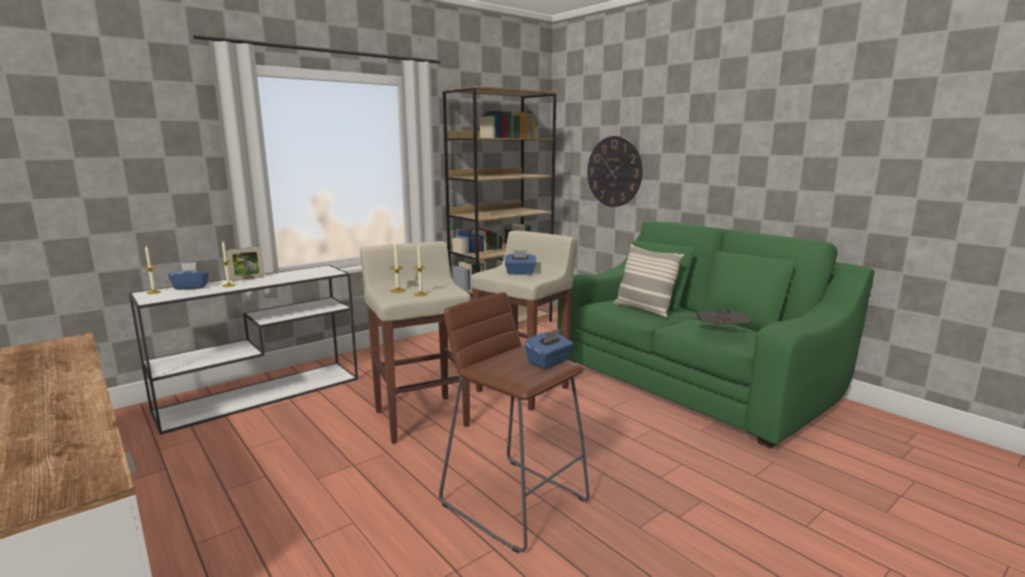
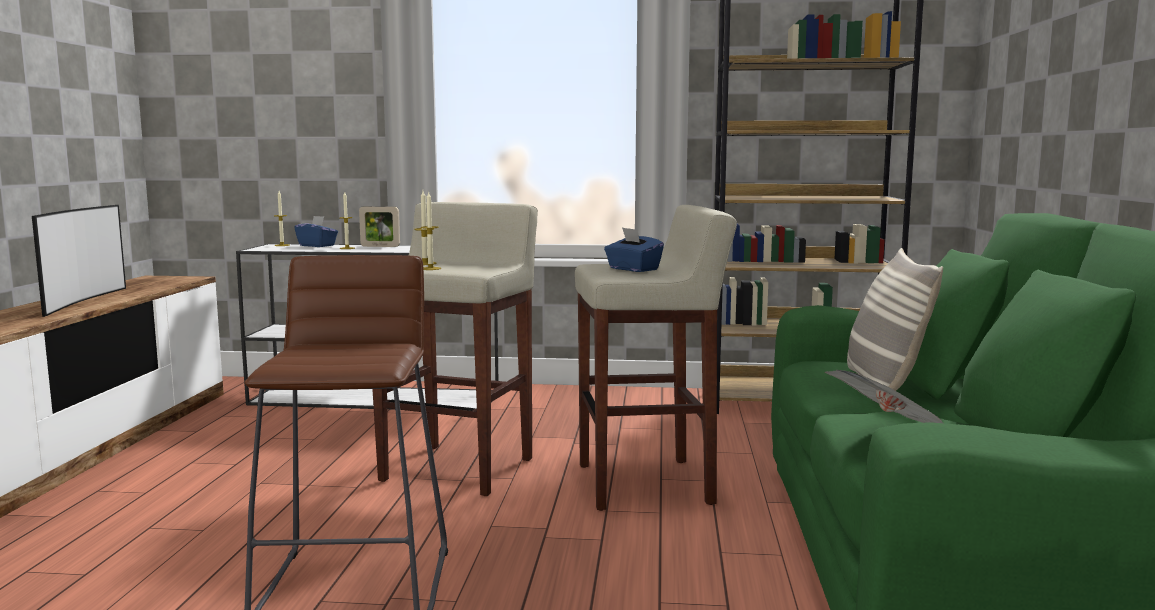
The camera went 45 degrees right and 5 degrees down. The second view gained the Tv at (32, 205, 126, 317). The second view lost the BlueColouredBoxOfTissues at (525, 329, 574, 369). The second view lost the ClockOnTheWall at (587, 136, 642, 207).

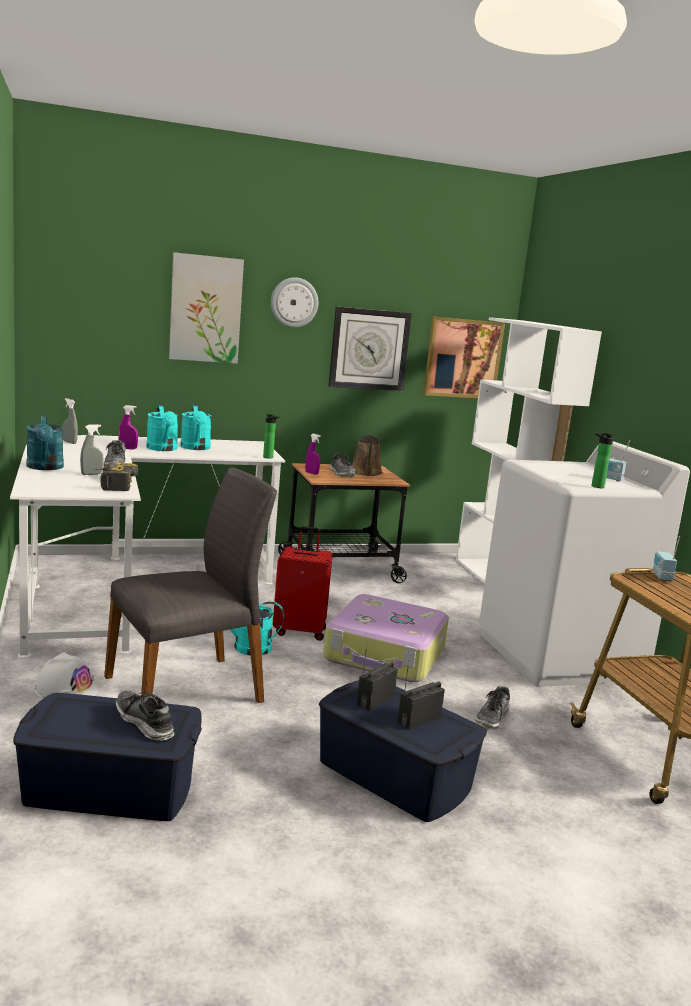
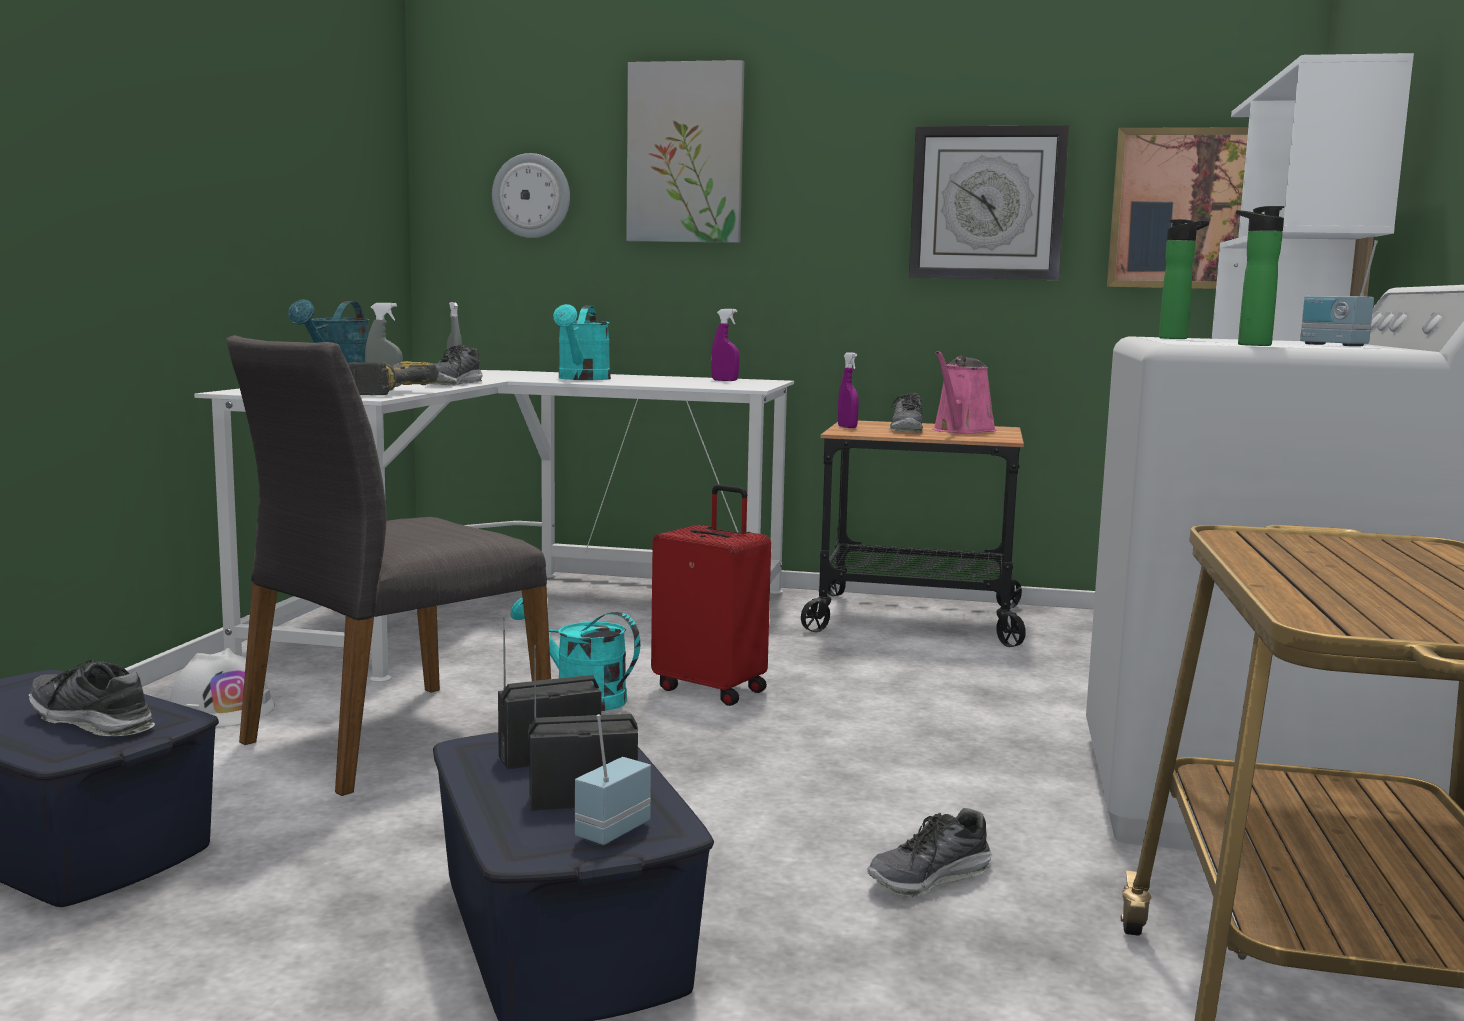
The camera went 30 degrees right and 5 degrees down. The ItemOfFootwear at (116, 691, 174, 741) ended up facing another way, 45 degrees counterclockwise from before. The GreyishPlainChair at (104, 468, 277, 703) ended up facing another way, 135 degrees clockwise from before. The ClockOnTheWall ended up elsewhere, having gone from (271, 277, 318, 328) to (492, 153, 570, 238). The Radio ended up elsewhere, having gone from (653, 536, 680, 581) to (575, 714, 651, 846). The PurpleSprayBottle ended up elsewhere, having gone from (119, 405, 138, 449) to (711, 309, 740, 381). What was the BrownColouredWateringCan at (352, 435, 383, 476) turned into the PinkColouredWateringCan at (933, 351, 997, 433). The DrinkBottle ended up elsewhere, having gone from (263, 414, 281, 459) to (1159, 219, 1209, 339). The second view lost the TurquoiseColouredWateringCan at (180, 403, 212, 450). The second view lost the Suitcase at (323, 594, 449, 682).

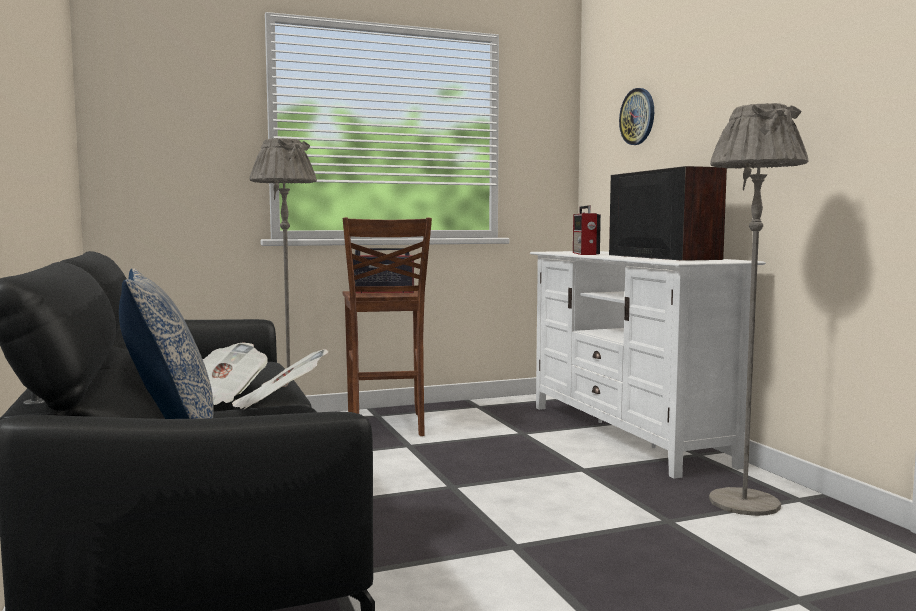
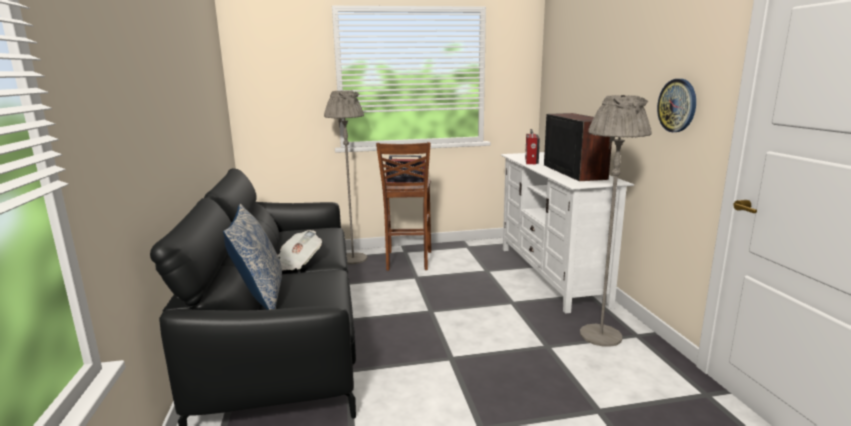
The camera went 10 degrees right and 10 degrees up. The ClockOnTheWall ended up elsewhere, having gone from (619, 88, 654, 145) to (657, 79, 696, 132). The second view lost the DailyPaper at (232, 349, 328, 409).

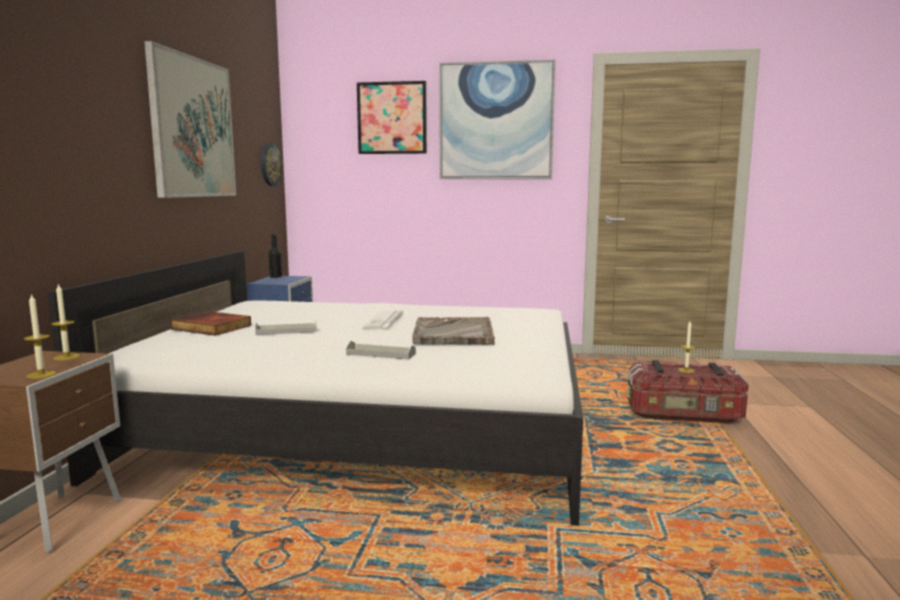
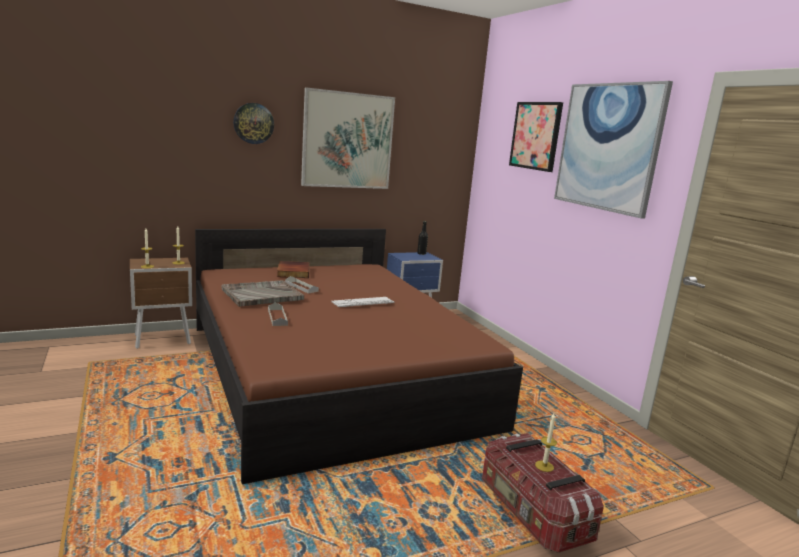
The camera went 55 degrees right and 5 degrees up. What was the WhiteSleepingBed at (48, 251, 583, 526) turned into the BrownColouredSleepingBed at (195, 229, 523, 484). The GreyishServingTray ended up elsewhere, having gone from (412, 317, 495, 345) to (222, 280, 304, 307). The ClockOnTheWall ended up elsewhere, having gone from (261, 143, 282, 186) to (233, 103, 274, 144).

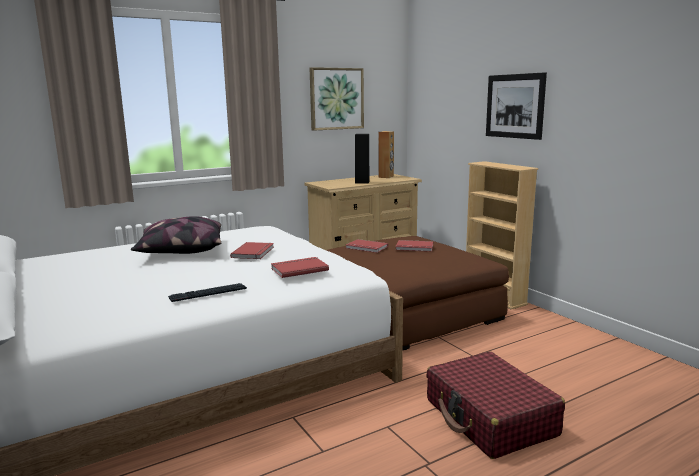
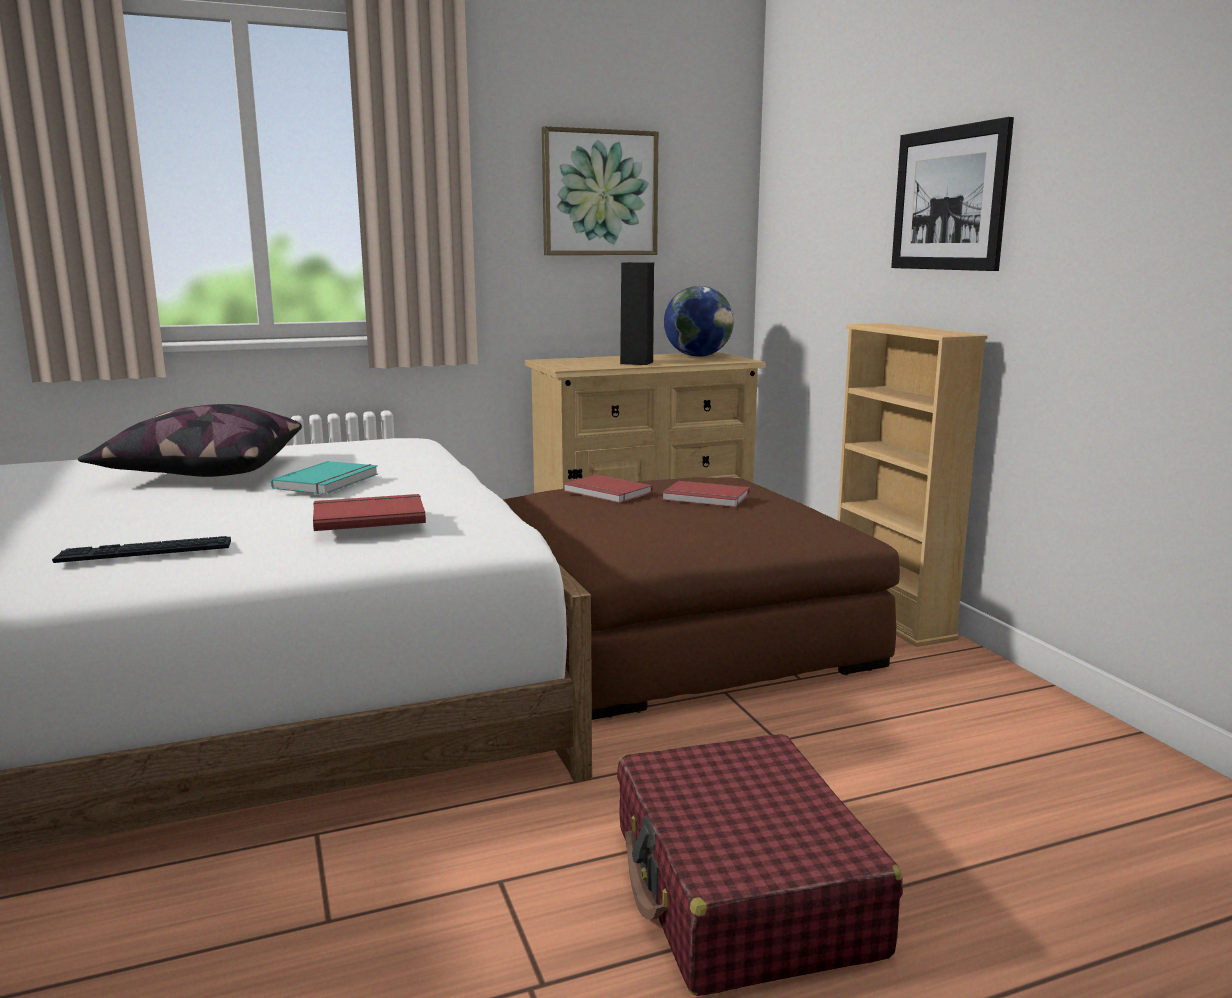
The camera went 10 degrees right and 0 degrees up. What was the ReddishBoundBook at (230, 242, 274, 259) turned into the TurquoiseColouredBoundBook at (271, 461, 378, 494). Where the BrownColouredSpeaker stood at (378, 131, 394, 178), the WorldGlobe came to stand at (664, 286, 734, 357).

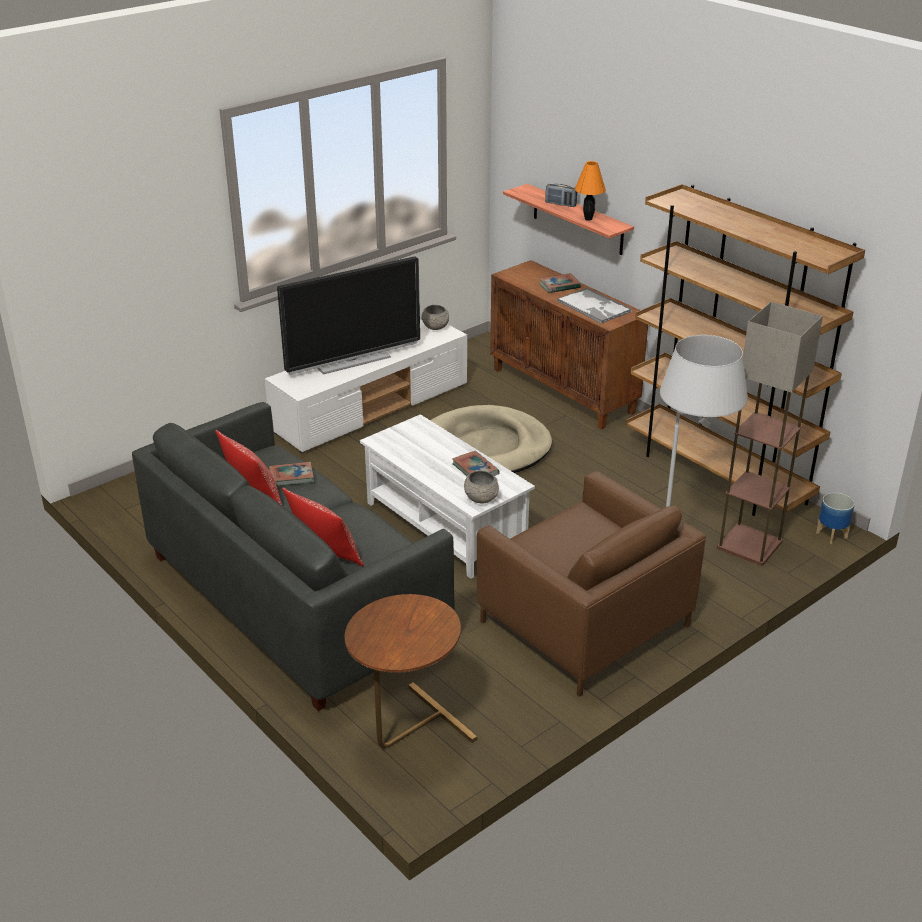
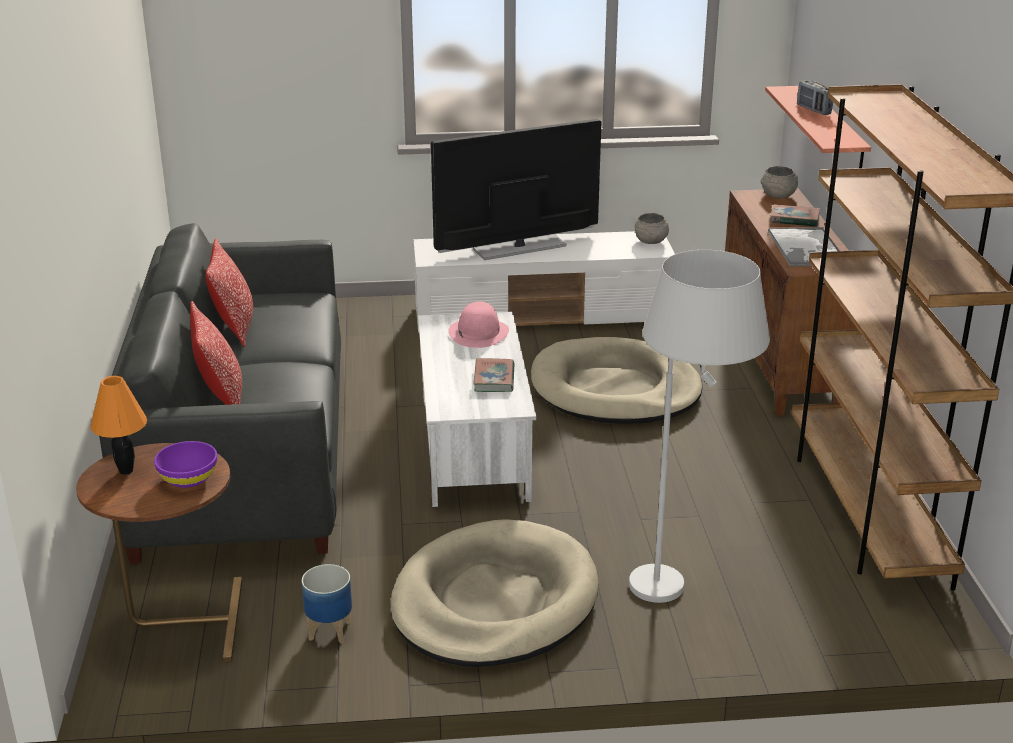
The camera went 35 degrees right and 5 degrees down. The OrangeLampForATable ended up elsewhere, having gone from (575, 161, 606, 221) to (90, 376, 147, 475). The second view gained the PurpleDeepDish at (154, 441, 217, 488). The PlantPot ended up elsewhere, having gone from (816, 492, 855, 544) to (302, 564, 352, 643). Where the BrownColouredArmchair stood at (477, 471, 706, 697), the SandColouredDogBed came to stand at (390, 519, 598, 667). The Tv at (277, 256, 420, 375) ended up facing another way, 150 degrees clockwise from before. The second view gained the PinkColouredWearableHat at (448, 301, 509, 348). The GreyishDeepDish ended up elsewhere, having gone from (464, 471, 499, 504) to (761, 166, 798, 199). The second view lost the BoundBook at (269, 462, 314, 486). The second view lost the StandardLamp at (717, 302, 823, 566).

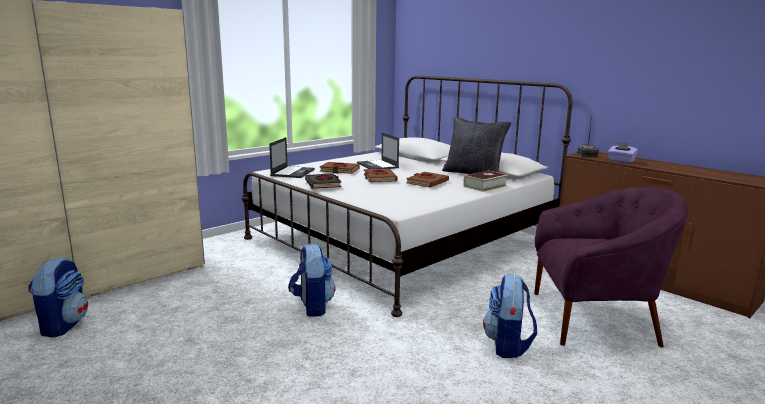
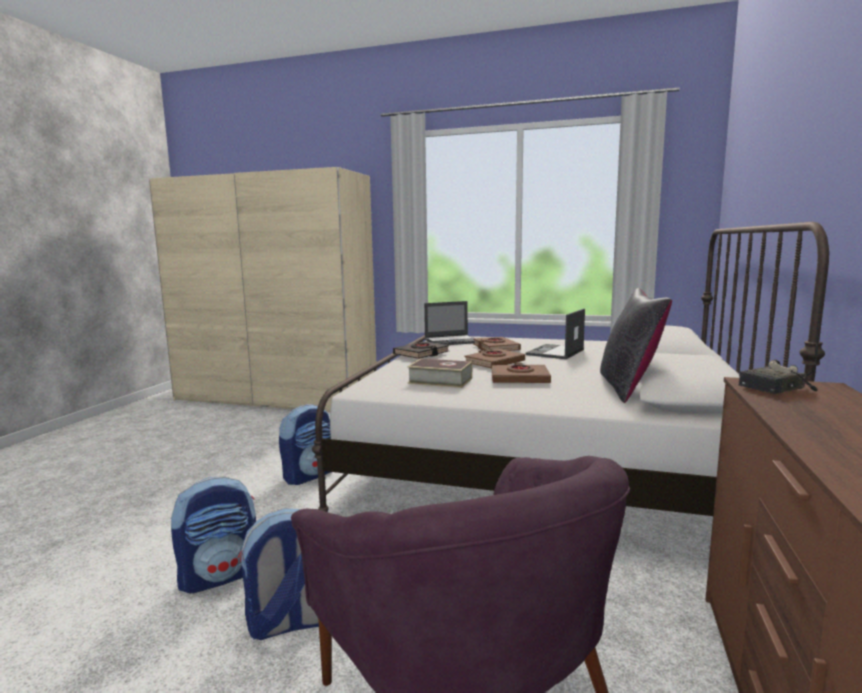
The camera went 60 degrees right and 5 degrees down. The Backpack ended up elsewhere, having gone from (28, 257, 88, 338) to (171, 476, 256, 593). The BoundBook ended up elsewhere, having gone from (463, 170, 508, 192) to (407, 358, 472, 388). The second view lost the PurpleBoxOfTissues at (608, 142, 638, 163).

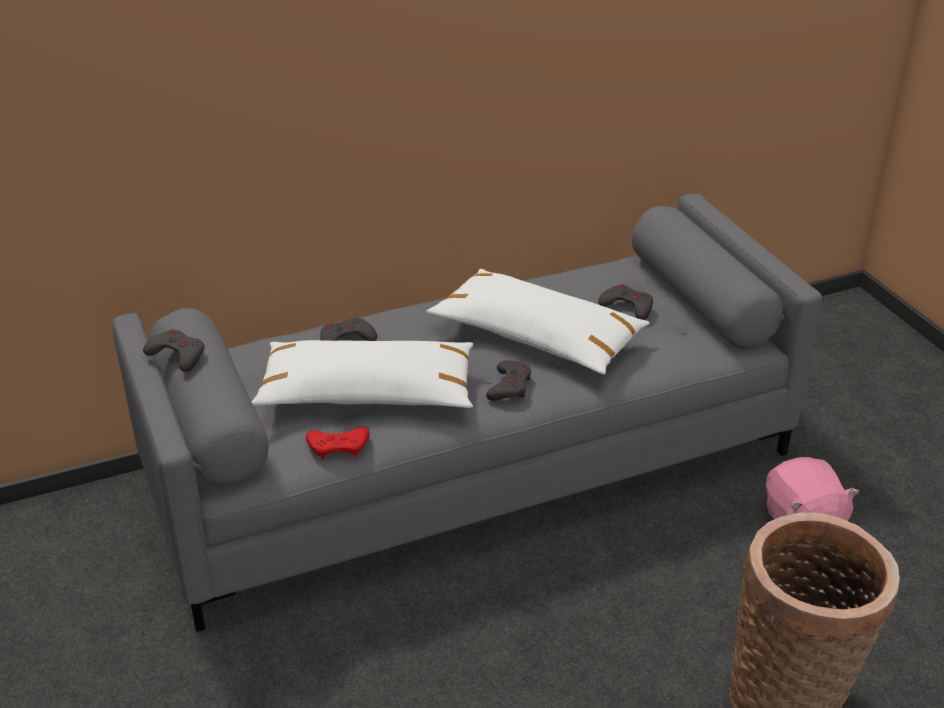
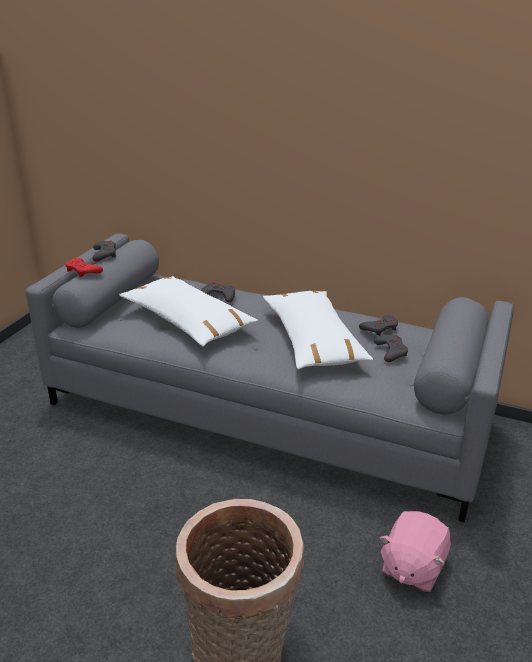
The camera went 45 degrees right and 5 degrees down. The ReddishGameController ended up elsewhere, having gone from (306, 427, 370, 460) to (65, 258, 103, 277). The GreyishGameController ended up elsewhere, having gone from (486, 360, 531, 401) to (359, 315, 398, 336).

